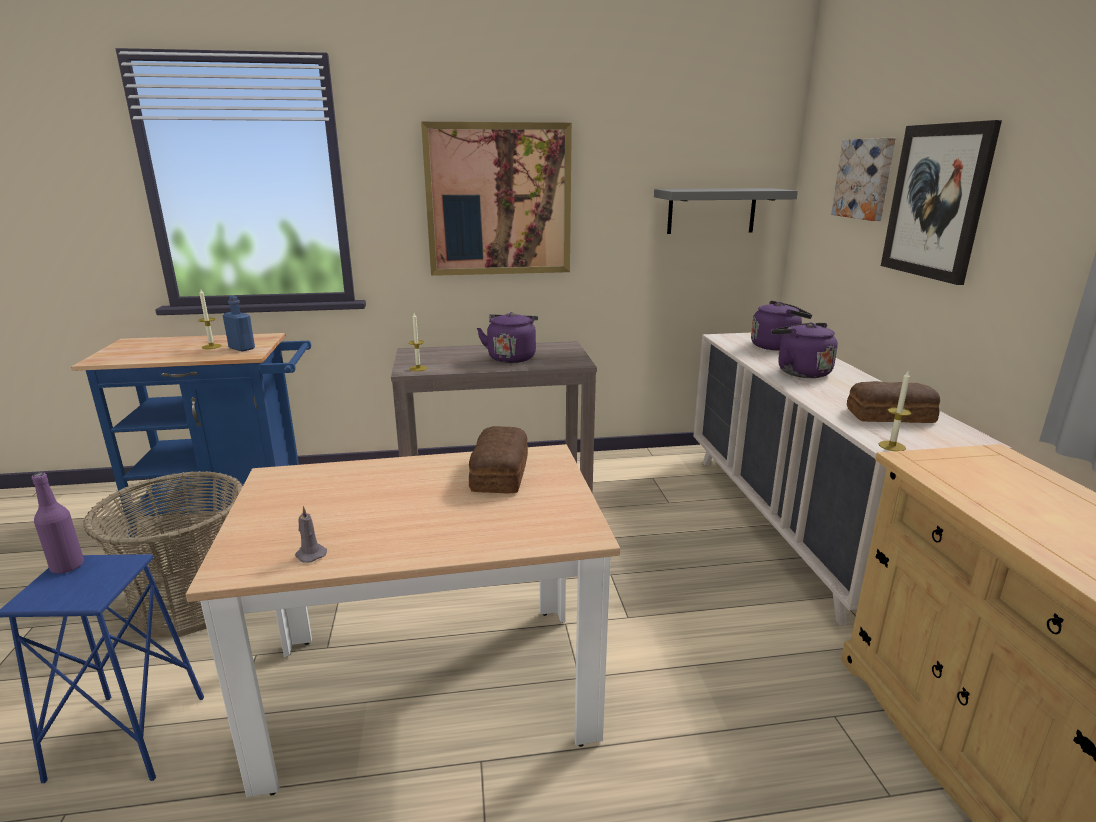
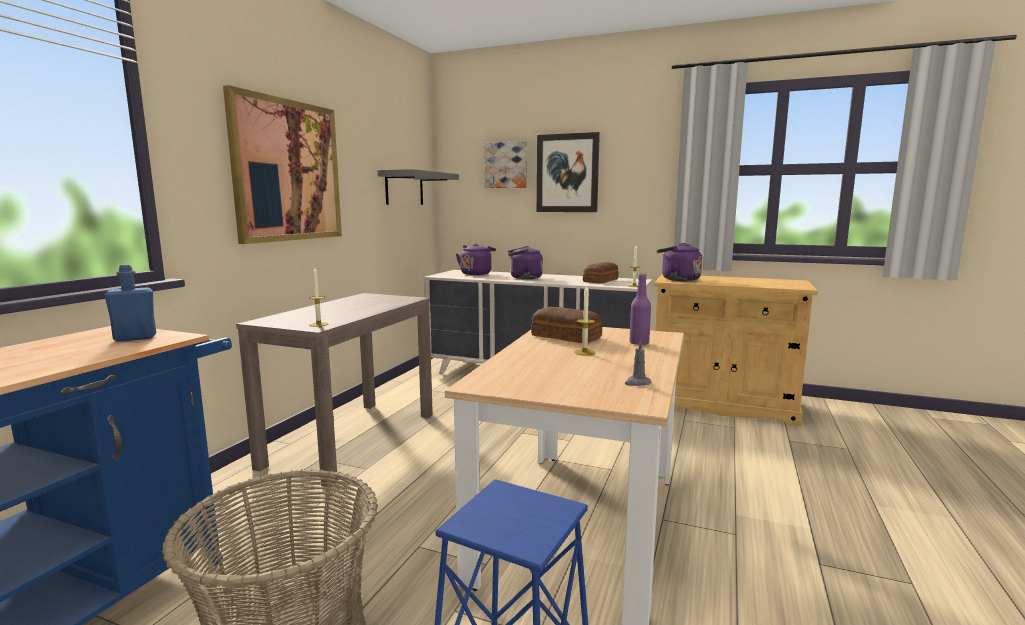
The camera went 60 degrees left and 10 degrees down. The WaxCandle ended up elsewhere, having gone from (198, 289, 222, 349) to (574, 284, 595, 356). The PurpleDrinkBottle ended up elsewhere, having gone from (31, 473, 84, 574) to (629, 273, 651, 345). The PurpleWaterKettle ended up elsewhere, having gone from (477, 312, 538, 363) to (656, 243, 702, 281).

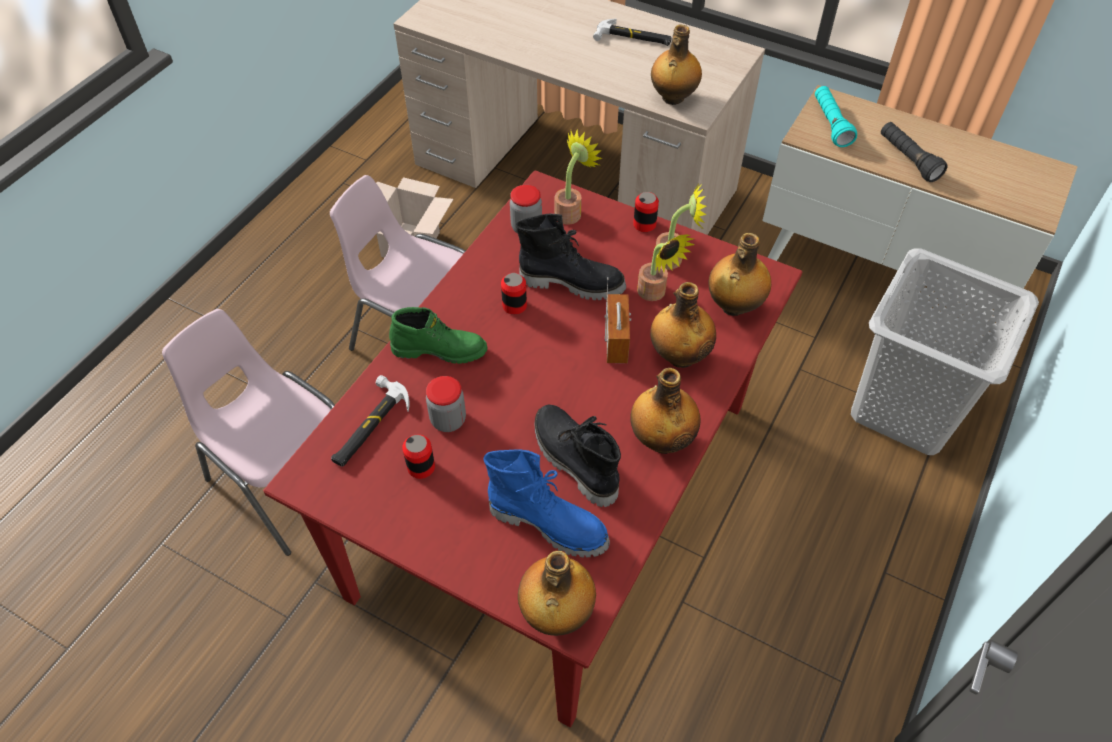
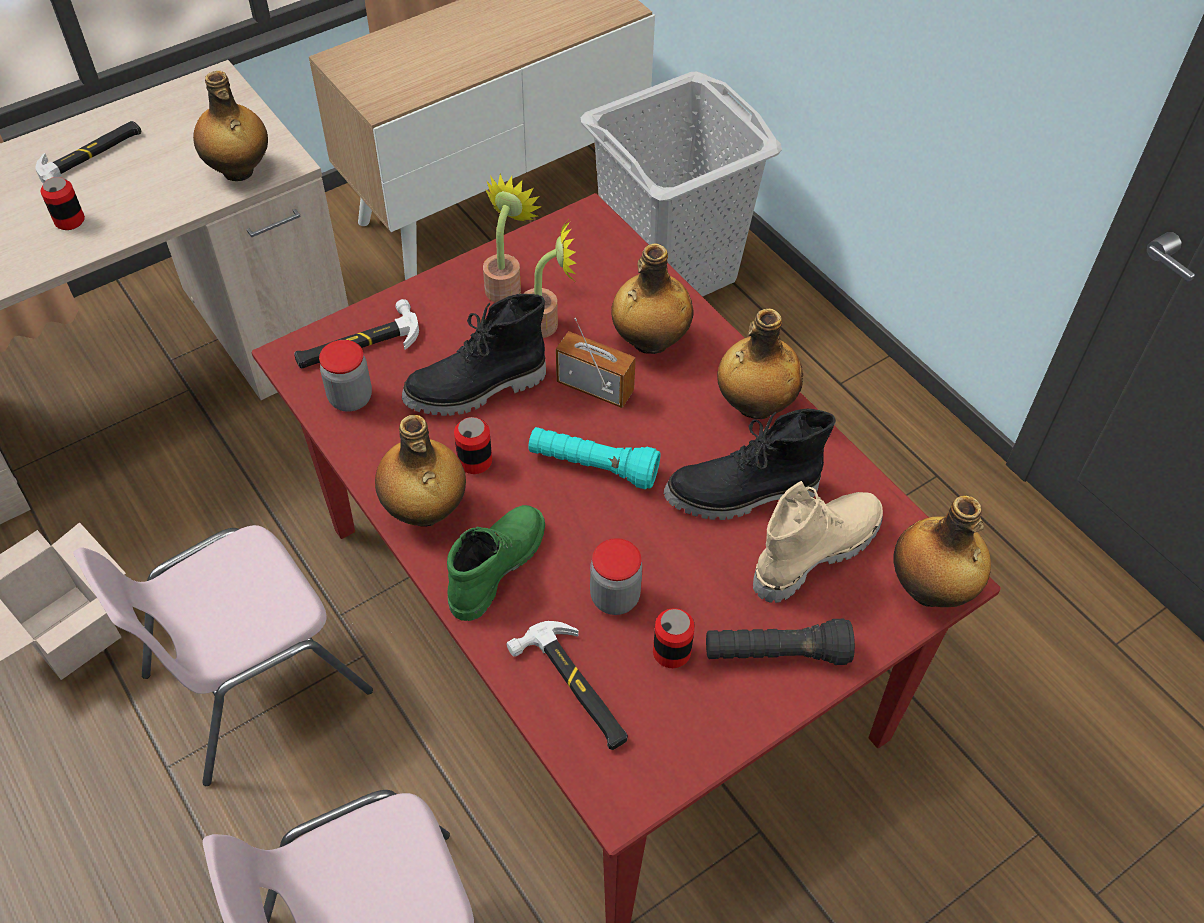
The camera went 65 degrees left and 0 degrees up. The Can ended up elsewhere, having gone from (633, 192, 659, 232) to (41, 177, 85, 230). Where the PottedPlant stood at (555, 129, 602, 225), the HandHammer came to stand at (294, 299, 419, 368). The DrinkBottle ended up elsewhere, having gone from (709, 233, 771, 316) to (375, 415, 466, 527). The BlackishTallBoot at (516, 214, 626, 300) ended up facing another way, 150 degrees counterclockwise from before. The TurquoiseColouredHandTorch ended up elsewhere, having gone from (815, 86, 857, 147) to (528, 427, 660, 490). The BlackishHandTorch ended up elsewhere, having gone from (881, 122, 948, 182) to (706, 619, 855, 665). What was the BlueColouredTallBoot at (483, 449, 610, 557) turned into the SandColouredTallBoot at (753, 481, 883, 603).

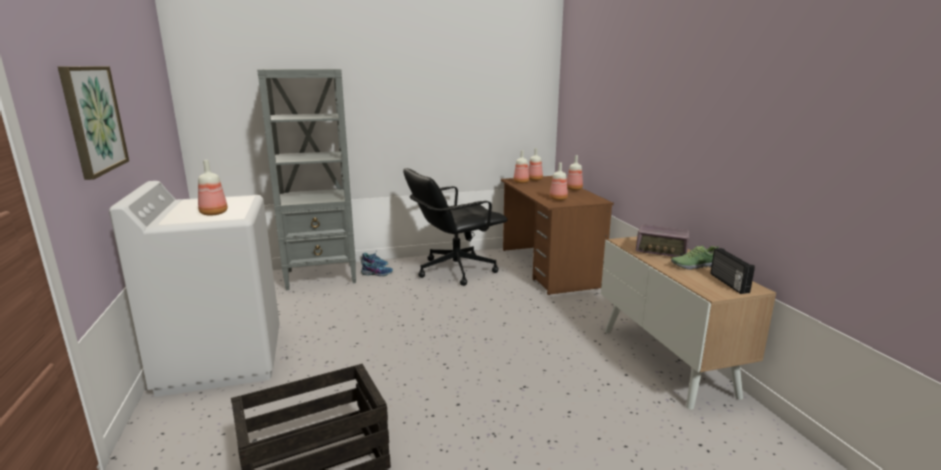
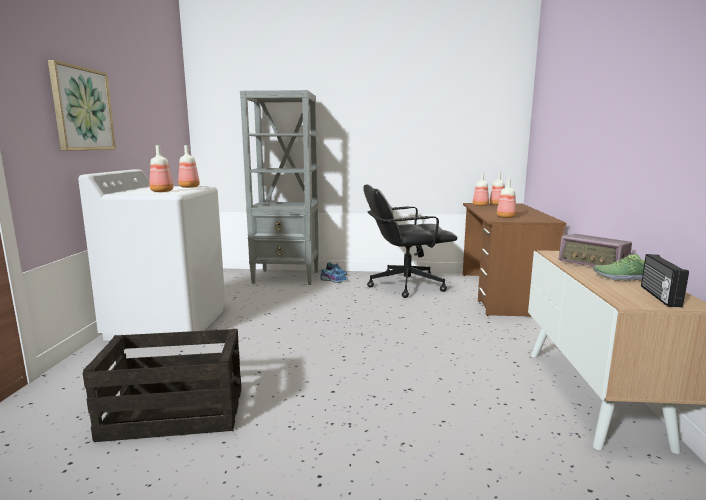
The camera went 20 degrees right and 5 degrees down. The DrinkBottle ended up elsewhere, having gone from (567, 155, 583, 190) to (178, 145, 200, 188).

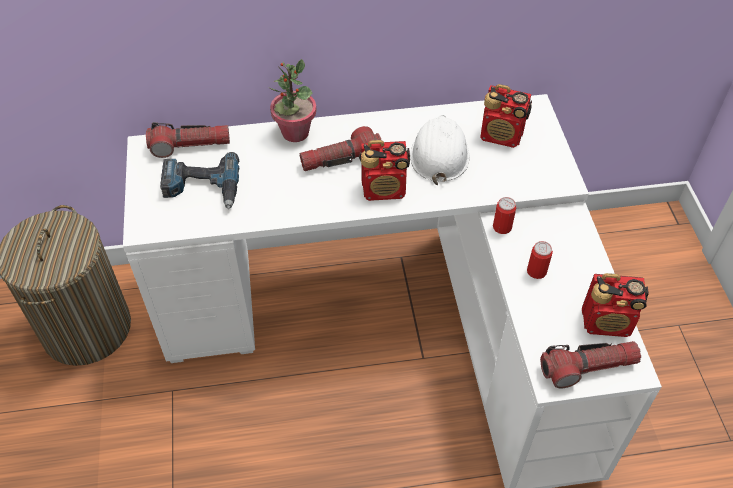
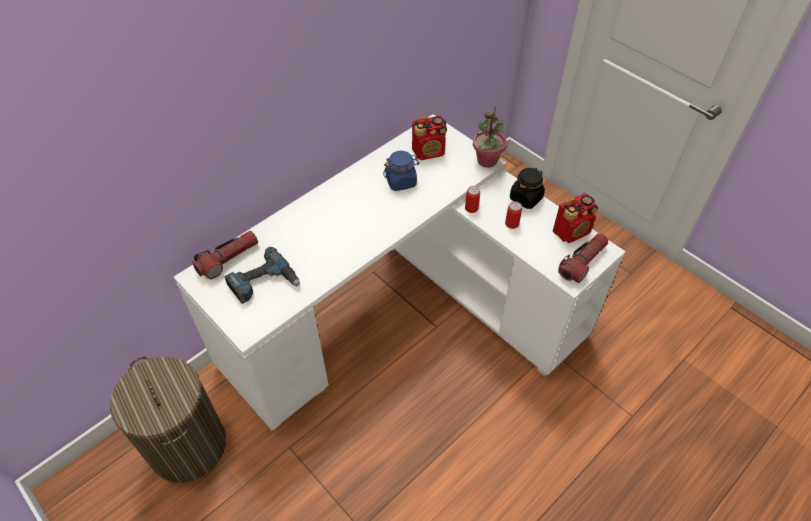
The camera went 35 degrees left and 0 degrees up. Where the WhiteHardHat stood at (410, 115, 469, 185), the BlueColouredStorageJar came to stand at (383, 151, 420, 191). The PottedPlant ended up elsewhere, having gone from (270, 59, 317, 142) to (473, 104, 507, 168). The second view gained the BlackishStorageJar at (510, 168, 545, 209). The second view lost the HandTorch at (300, 126, 381, 171). The second view lost the Radio at (361, 140, 410, 201).

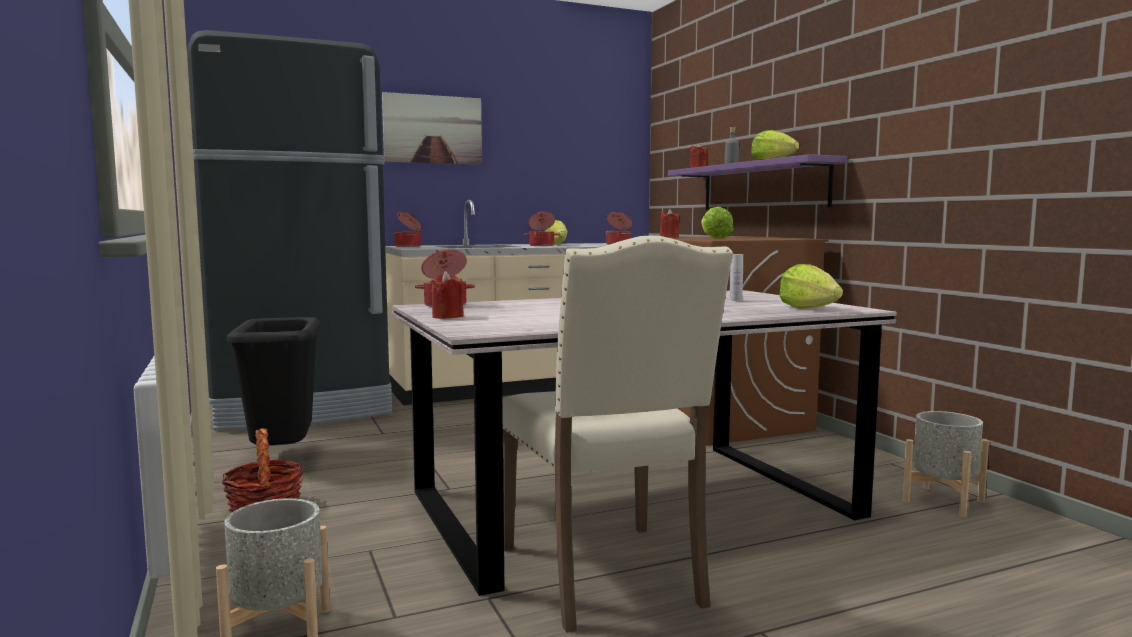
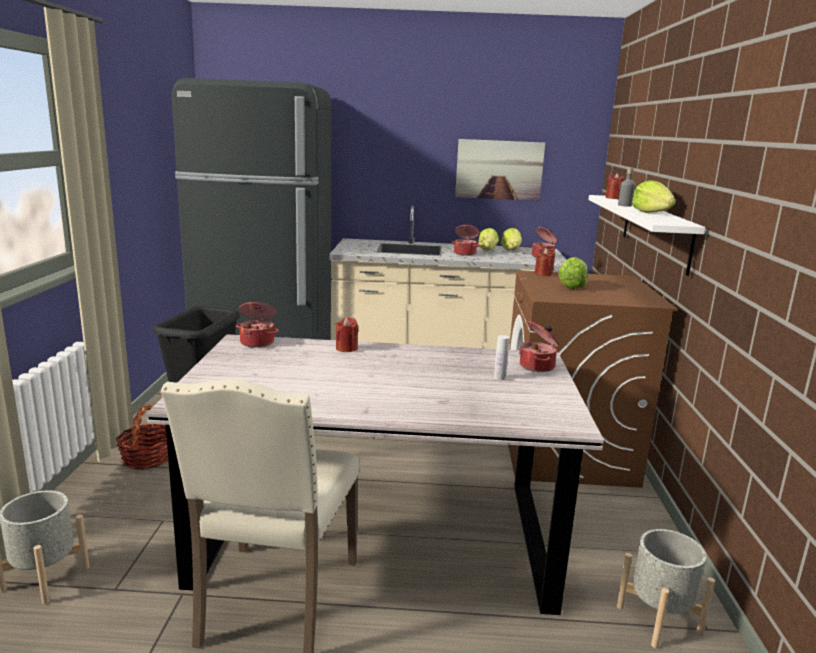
The camera went 25 degrees right and 10 degrees up. The ReddishWaxCandle ended up elsewhere, having gone from (430, 271, 463, 319) to (335, 317, 359, 352). The WallPicture ended up elsewhere, having gone from (382, 92, 482, 164) to (455, 139, 545, 201). The LettuceHead ended up elsewhere, having gone from (779, 264, 843, 309) to (501, 228, 522, 250). The Saucepot ended up elsewhere, having gone from (394, 211, 422, 247) to (519, 321, 559, 372). What was the PurpleWallShelf at (668, 154, 847, 210) turned into the WhiteWallShelf at (588, 195, 706, 276).

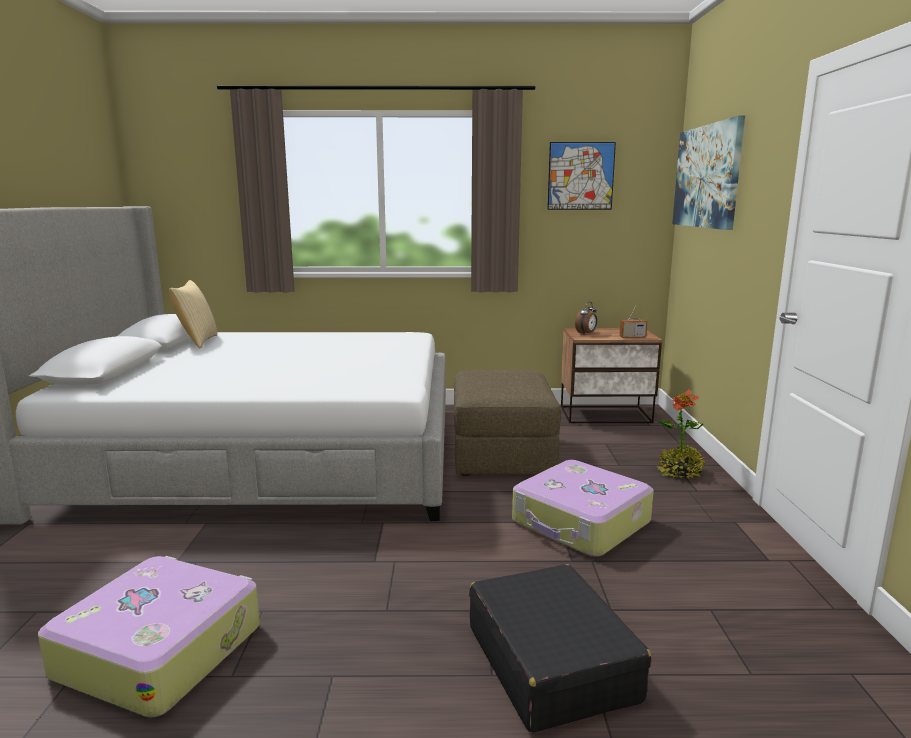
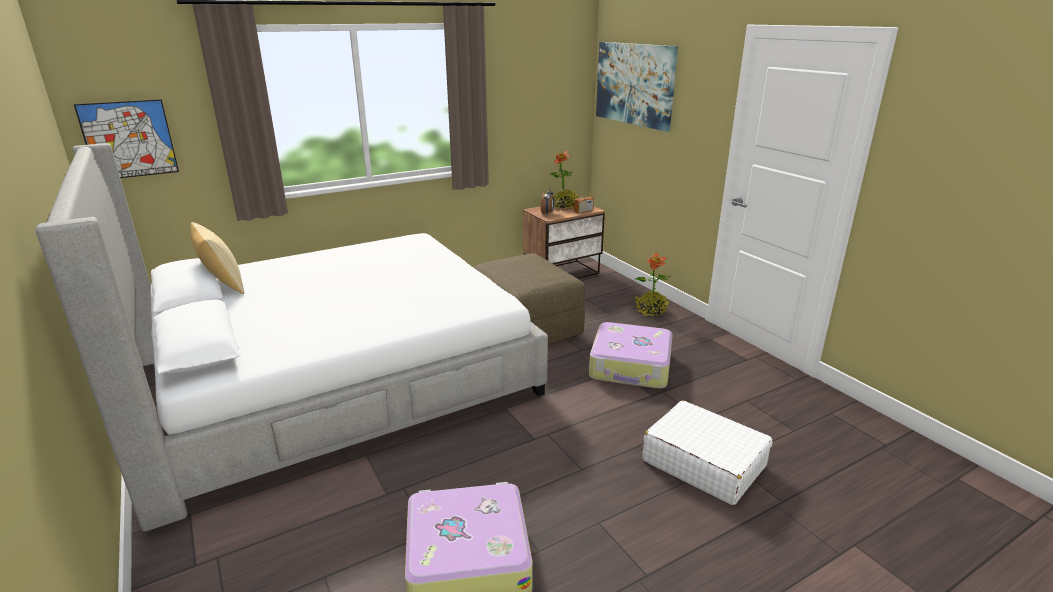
The camera went 30 degrees left and 10 degrees up. The WallPicture ended up elsewhere, having gone from (547, 142, 616, 210) to (74, 99, 179, 178). The second view gained the PottedPlant at (550, 151, 578, 209). What was the BlackishSuitcase at (469, 564, 651, 733) turned into the WhiteSuitcase at (642, 400, 773, 505).

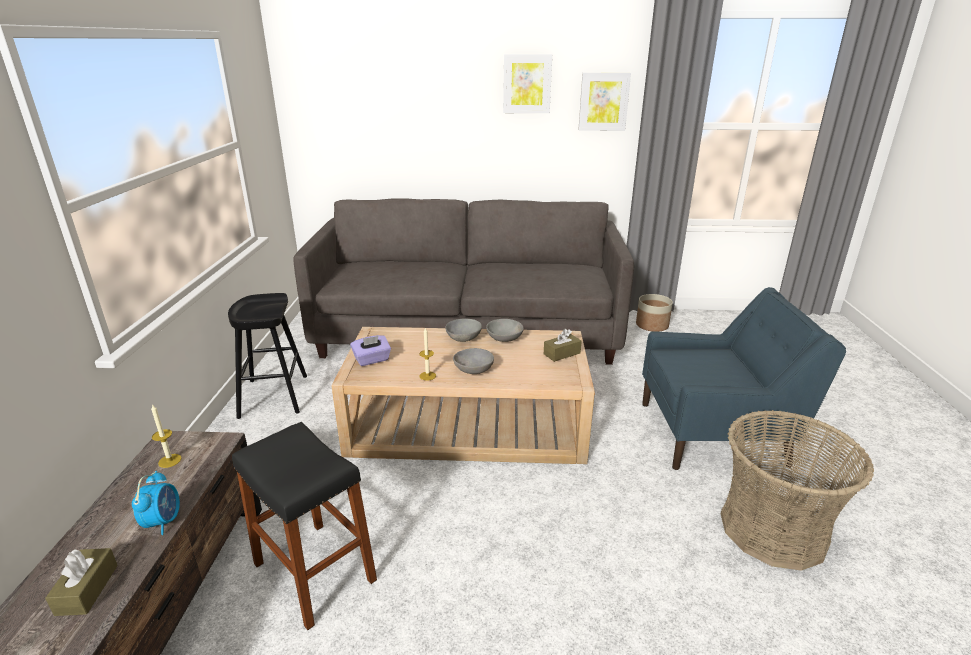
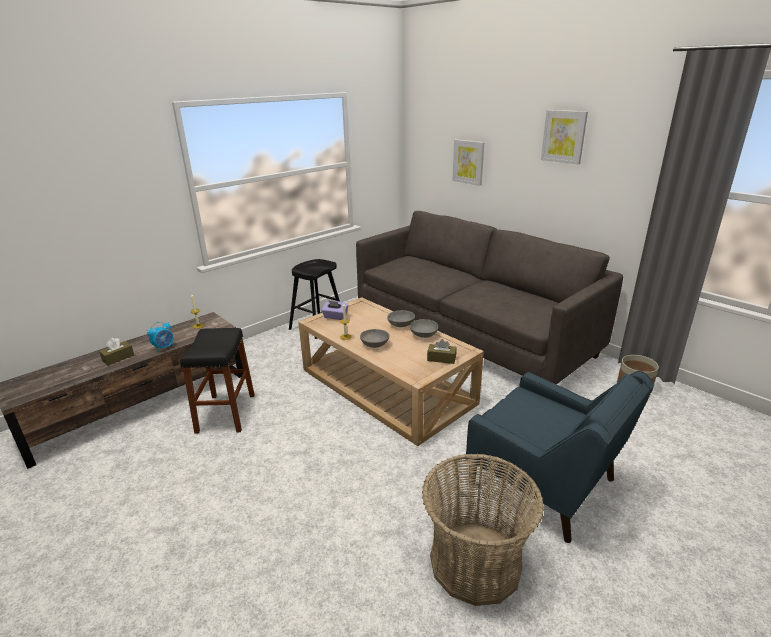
The camera went 45 degrees right and 0 degrees up. The WallPicture ended up elsewhere, having gone from (579, 73, 631, 131) to (452, 139, 484, 186).

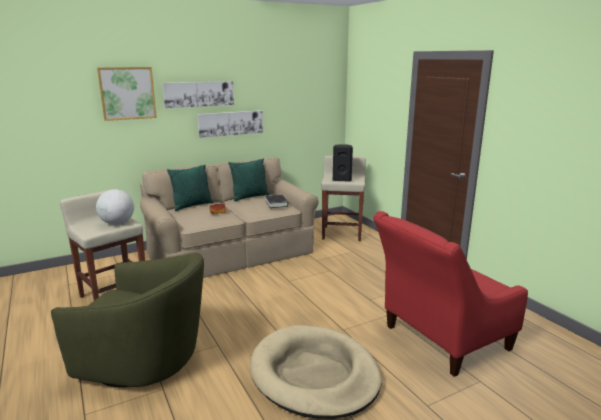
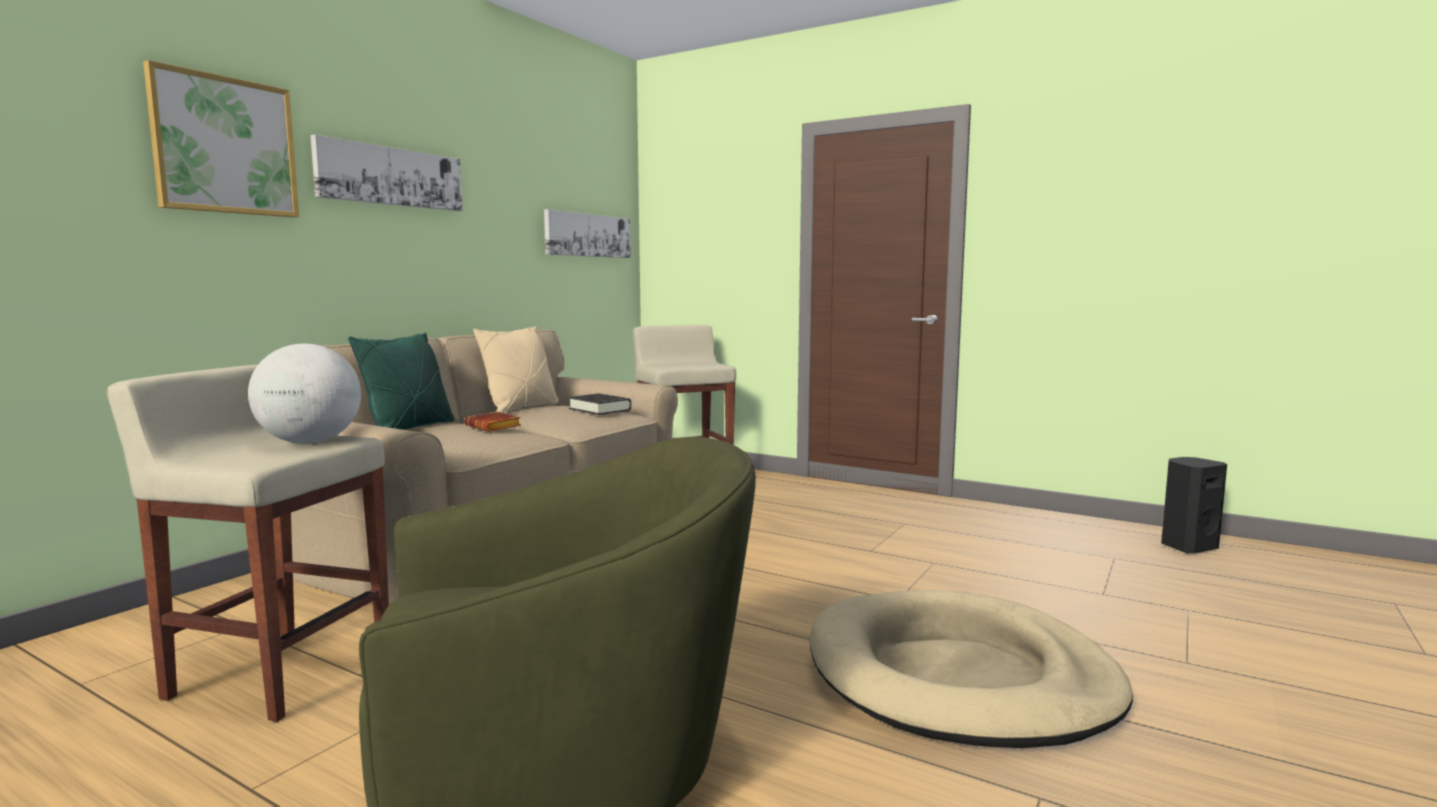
The camera went 30 degrees left and 10 degrees down. What was the GreenCushion at (228, 159, 270, 201) turned into the SandColouredCushion at (473, 326, 559, 413). The WallPicture ended up elsewhere, having gone from (197, 110, 263, 138) to (544, 209, 631, 258). The BlackishSpeaker ended up elsewhere, having gone from (333, 144, 353, 182) to (1161, 457, 1227, 554). The second view lost the ReddishArmchair at (373, 211, 528, 377).

